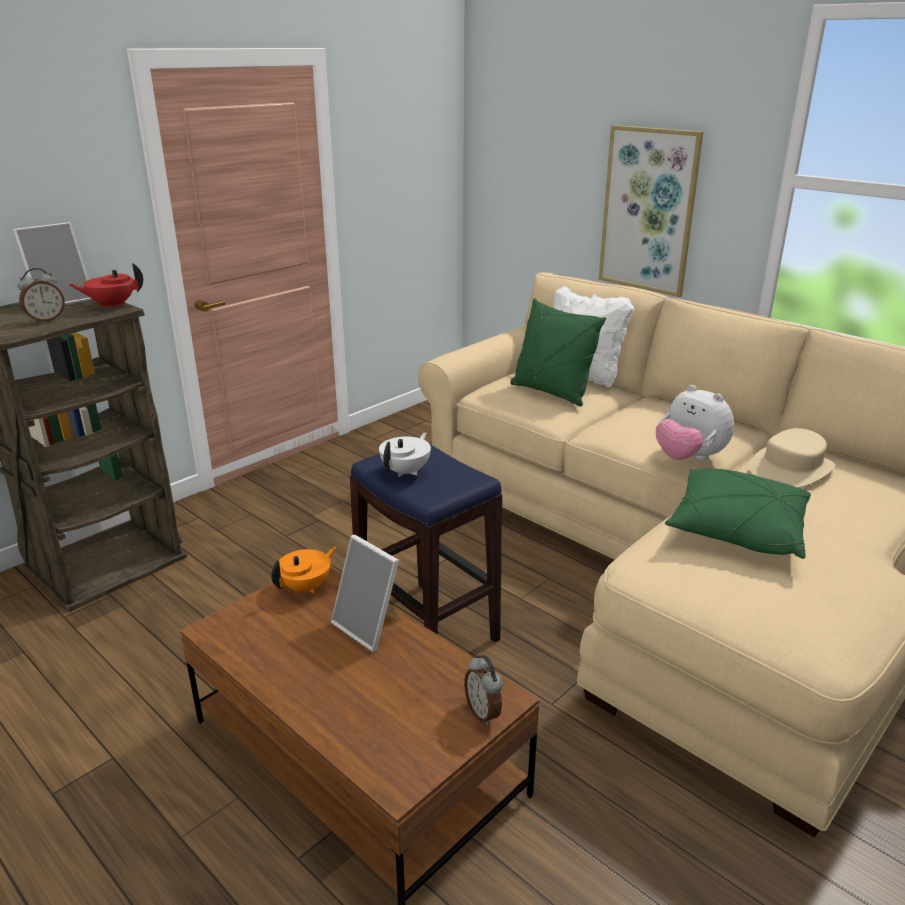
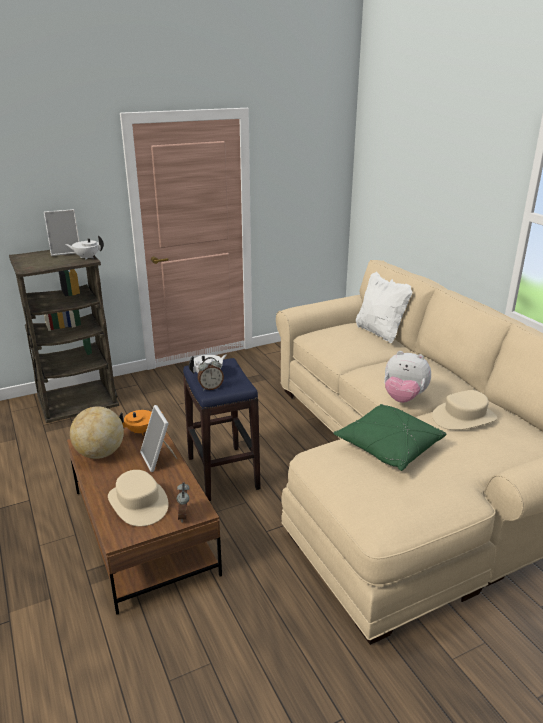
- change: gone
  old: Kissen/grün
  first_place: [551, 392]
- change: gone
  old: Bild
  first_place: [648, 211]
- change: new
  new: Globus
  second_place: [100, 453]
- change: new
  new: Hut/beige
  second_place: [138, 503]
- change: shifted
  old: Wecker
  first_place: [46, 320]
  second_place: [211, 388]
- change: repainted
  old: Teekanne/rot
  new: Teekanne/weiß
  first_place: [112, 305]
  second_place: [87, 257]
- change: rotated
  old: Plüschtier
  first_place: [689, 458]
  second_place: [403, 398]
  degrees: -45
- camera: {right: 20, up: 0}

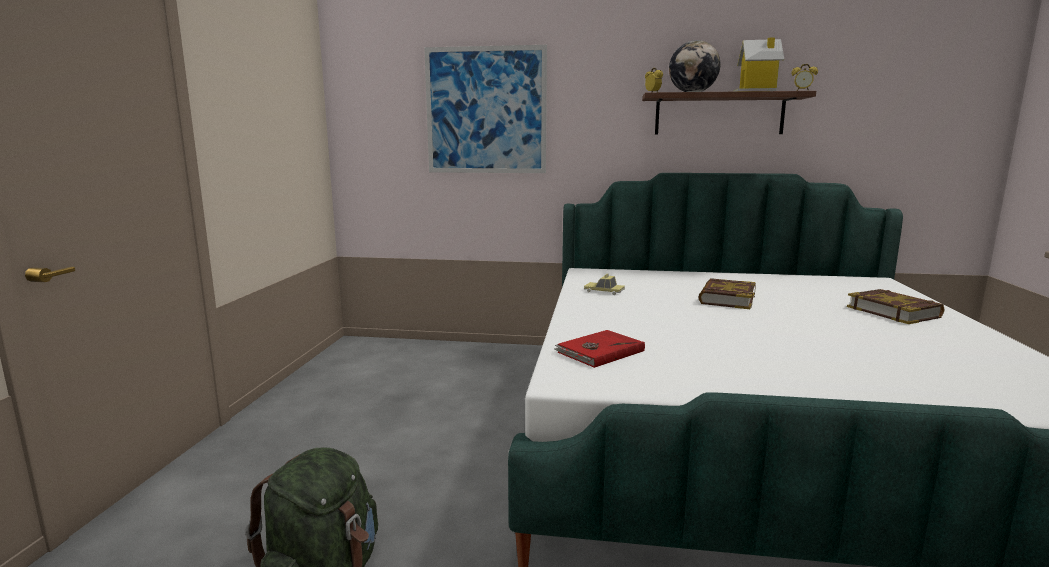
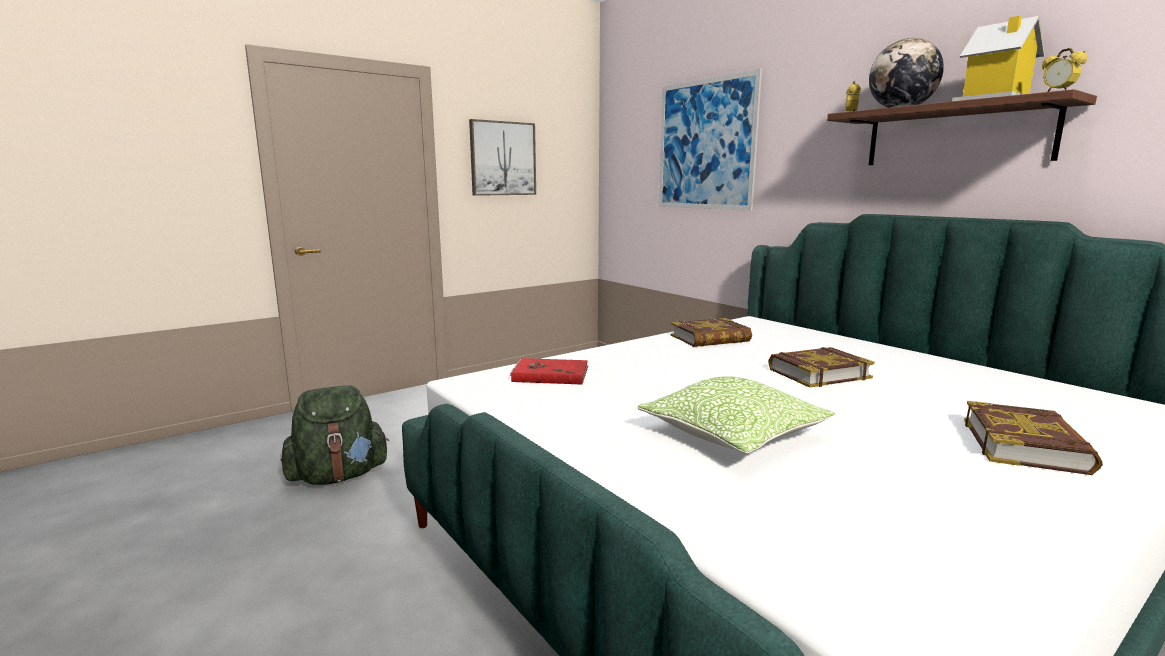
- change: new
  new: Bild
  second_place: [503, 158]
- change: new
  new: Kissen
  second_place: [733, 434]
- change: swapped
  old: Spielzeugauto
  new: Buch
  first_place: [604, 291]
  second_place: [710, 339]
- camera: {right: 45, up: 0}

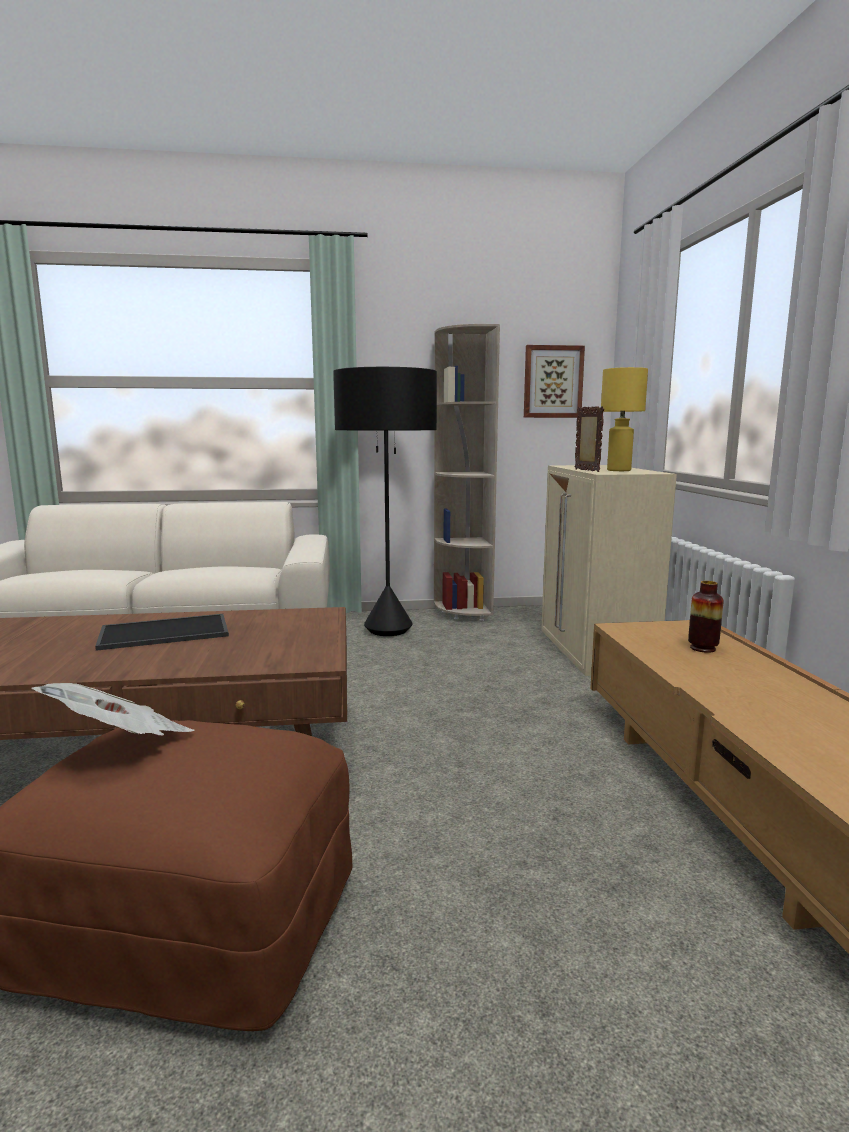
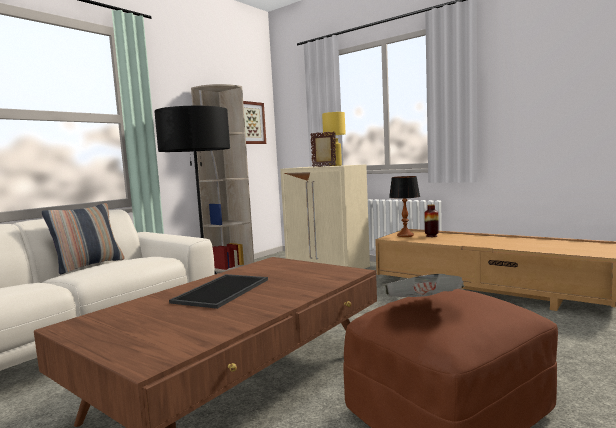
- change: new
  new: Kissen
  second_place: [89, 265]
- change: new
  new: Tischlampe
  second_place: [405, 235]
- camera: {right: -45, up: -5}

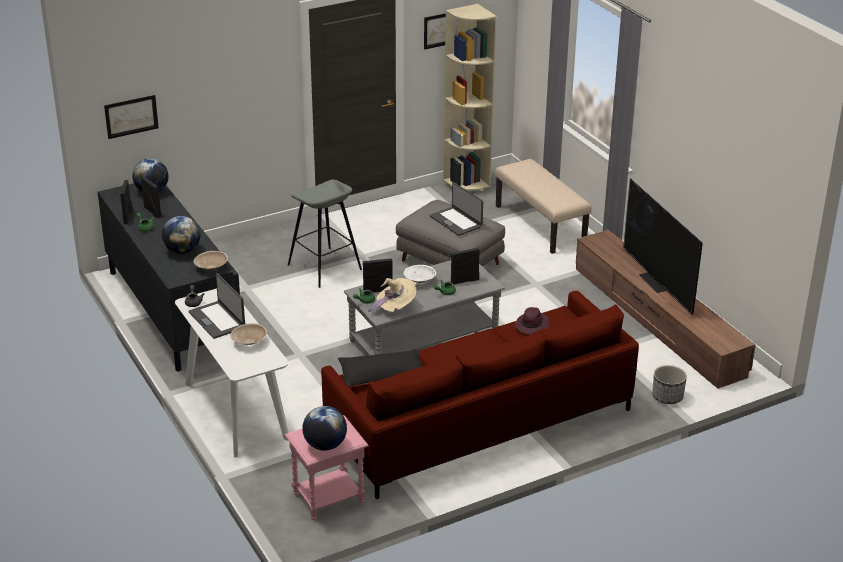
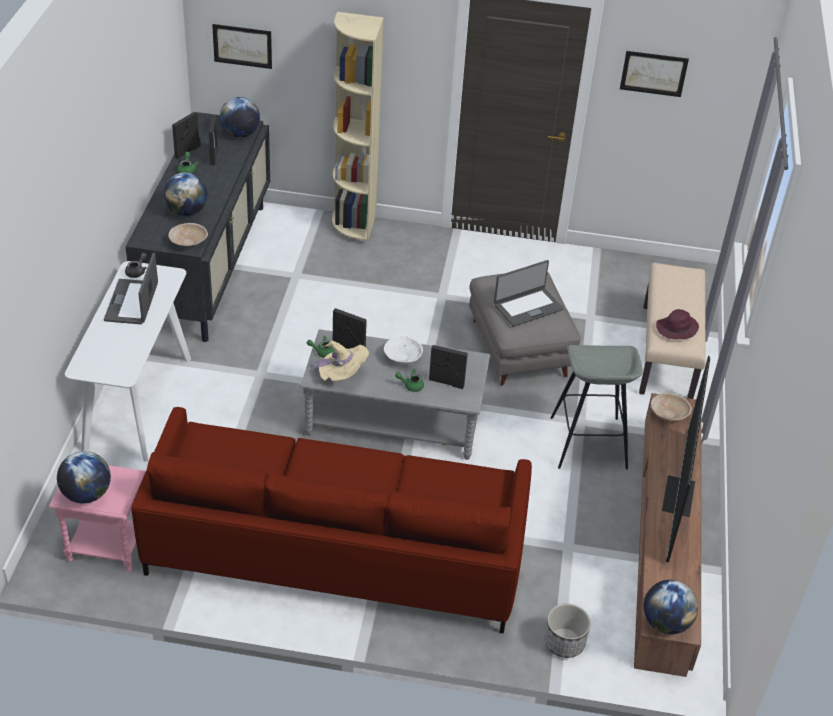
- change: gone
  old: Kissen/schwarz
  first_place: [382, 376]
- change: new
  new: Globus
  second_place: [665, 623]
- change: shifted
  old: Schüssel/beige
  first_place: [248, 342]
  second_place: [668, 414]
- change: shifted
  old: Hocker/grau
  first_place: [324, 267]
  second_place: [588, 443]
- change: shifted
  old: Bücherregal/beige
  first_place: [467, 187]
  second_place: [353, 229]
- change: shifted
  old: Hut/lila
  first_place: [532, 326]
  second_place: [676, 329]
- change: rotated
  old: Laptop
  first_place: [456, 221]
  second_place: [527, 307]
  degrees: -120
- camera: {right: 35, up: 10}

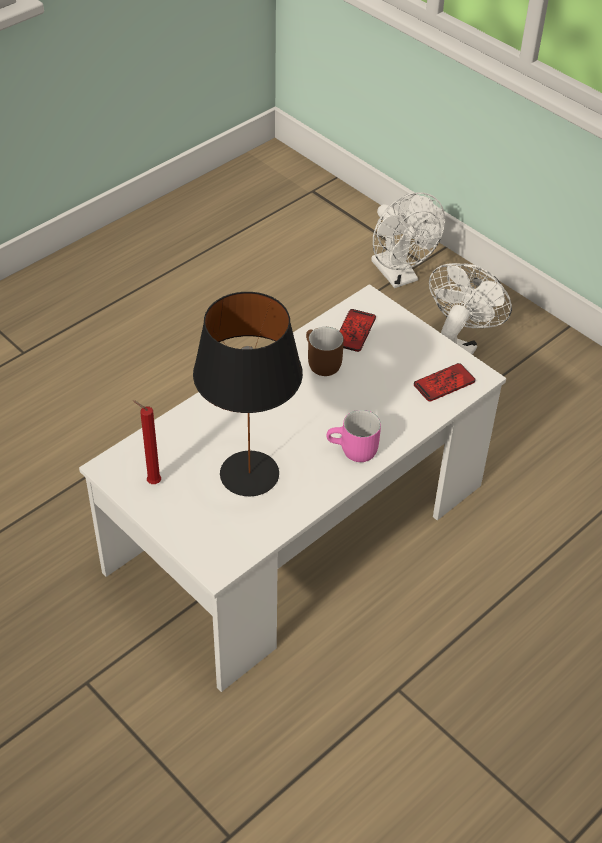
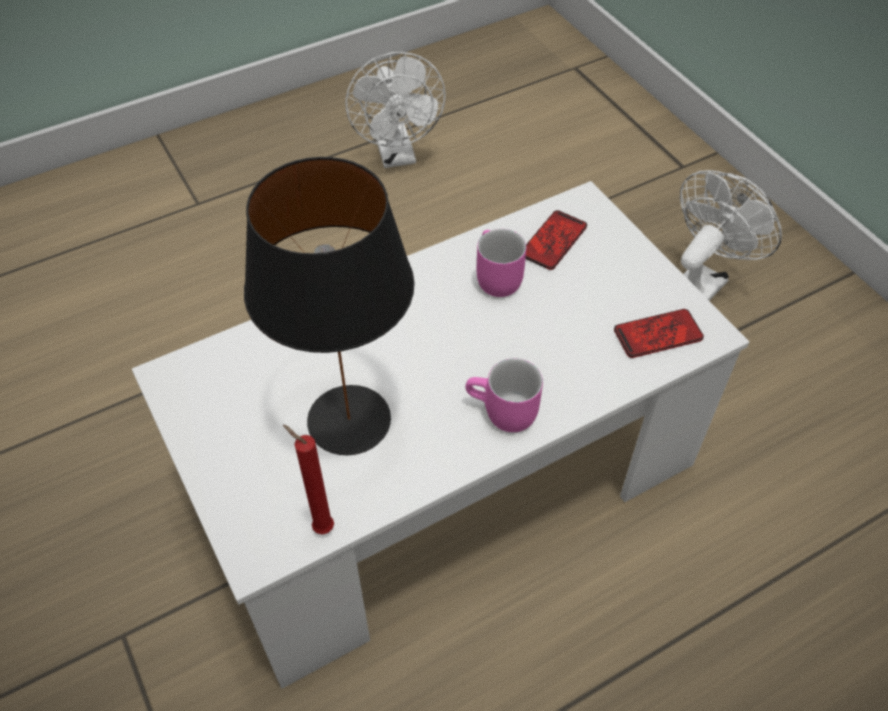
- change: shifted
  old: Kerze/rot
  first_place: [152, 482]
  second_place: [320, 527]
- change: shifted
  old: Ventilator/weiß
  first_place: [399, 276]
  second_place: [397, 155]
- change: repainted
  old: Henkelbecher/braun
  new: Henkelbecher/rosa
  first_place: [319, 363]
  second_place: [493, 277]
- camera: {right: 15, up: 5}

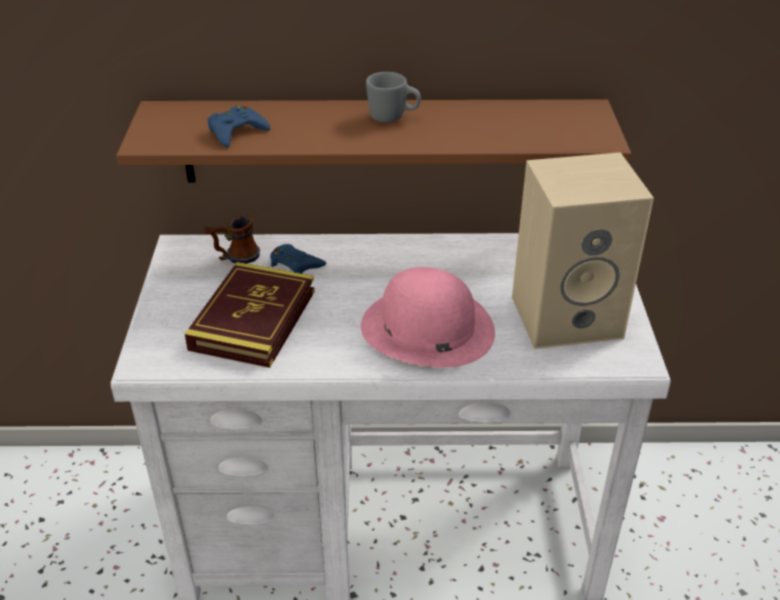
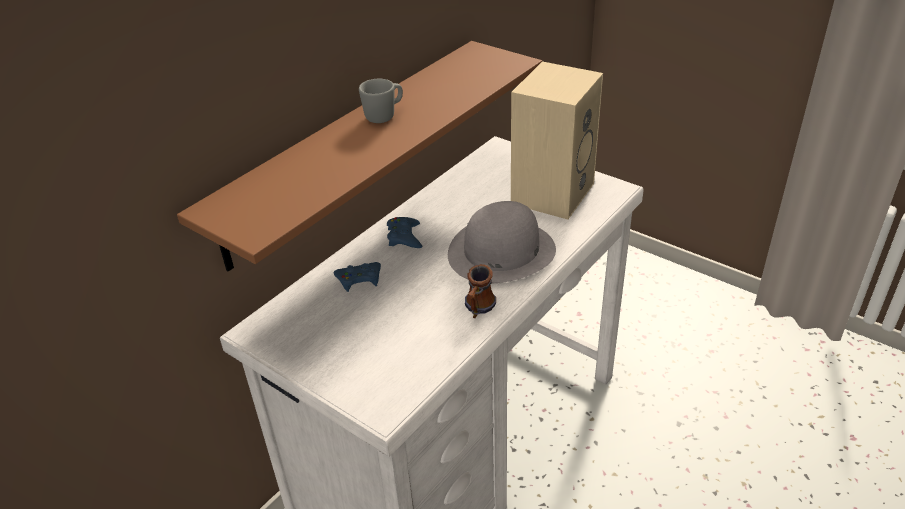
- change: gone
  old: Buch
  first_place: [253, 320]
- change: shifted
  old: Henkelbecher
  first_place: [234, 257]
  second_place: [478, 309]
- change: shifted
  old: Gamepad/blau
  first_place: [236, 132]
  second_place: [404, 237]
- change: repainted
  old: Hut/rosa
  new: Hut/grau
  first_place: [426, 328]
  second_place: [501, 252]
- camera: {right: -50, up: 0}

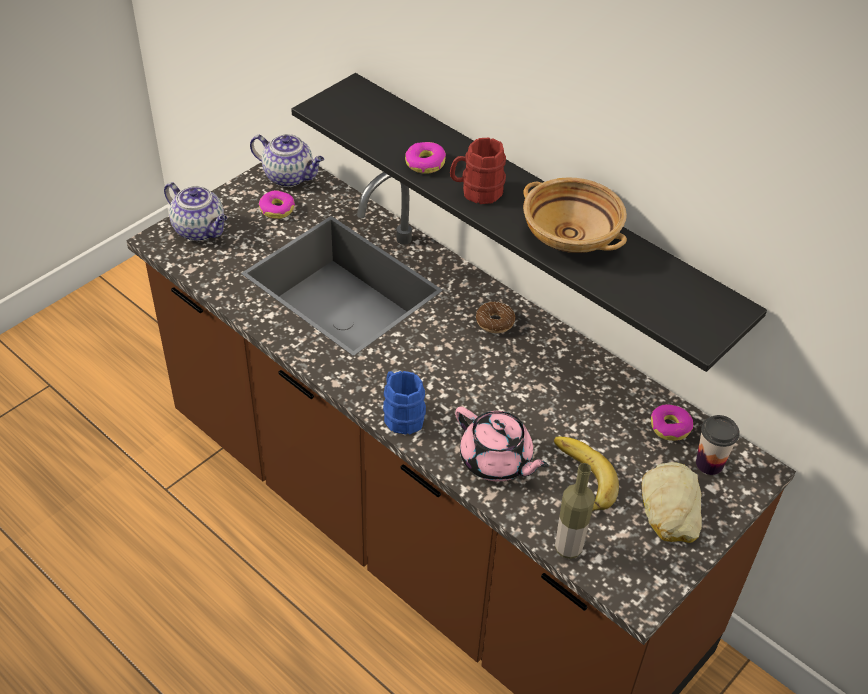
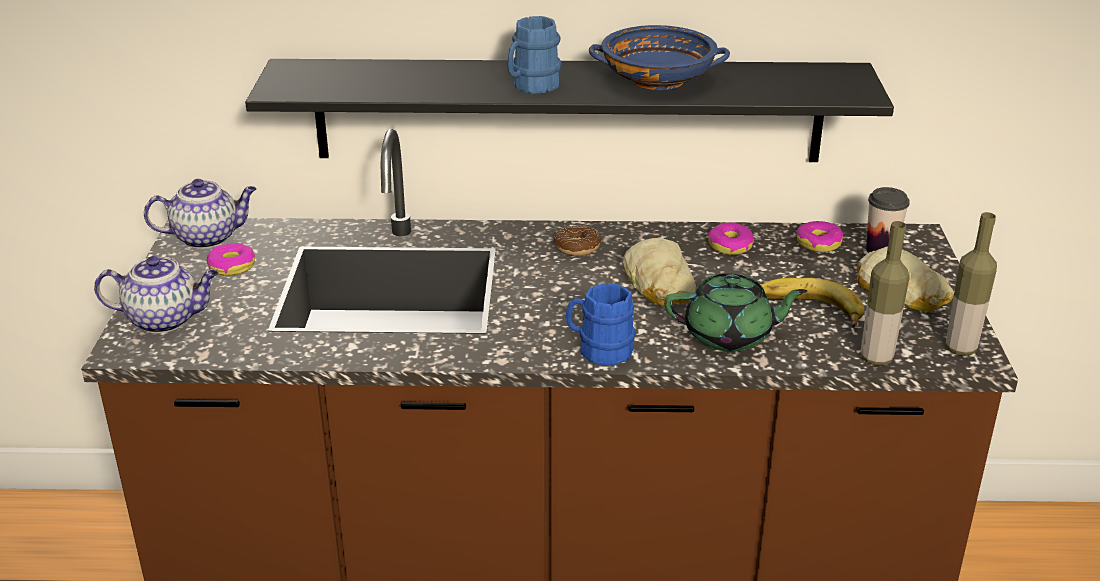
- change: new
  new: Brot
  second_place: [658, 283]
- change: new
  new: Flasche
  second_place: [960, 348]
- change: shifted
  old: Donut
  first_place: [425, 163]
  second_place: [730, 246]
- change: repainted
  old: Henkelbecher/rot
  new: Henkelbecher/blau
  first_place: [476, 191]
  second_place: [531, 86]
- change: repainted
  old: Teekanne/rosa
  new: Teekanne/grün
  first_place: [496, 461]
  second_place: [730, 335]
- change: repainted
  old: Schüssel/beige
  new: Schüssel/blau
  first_place: [572, 235]
  second_place: [658, 80]
- camera: {right: -40, up: -15}

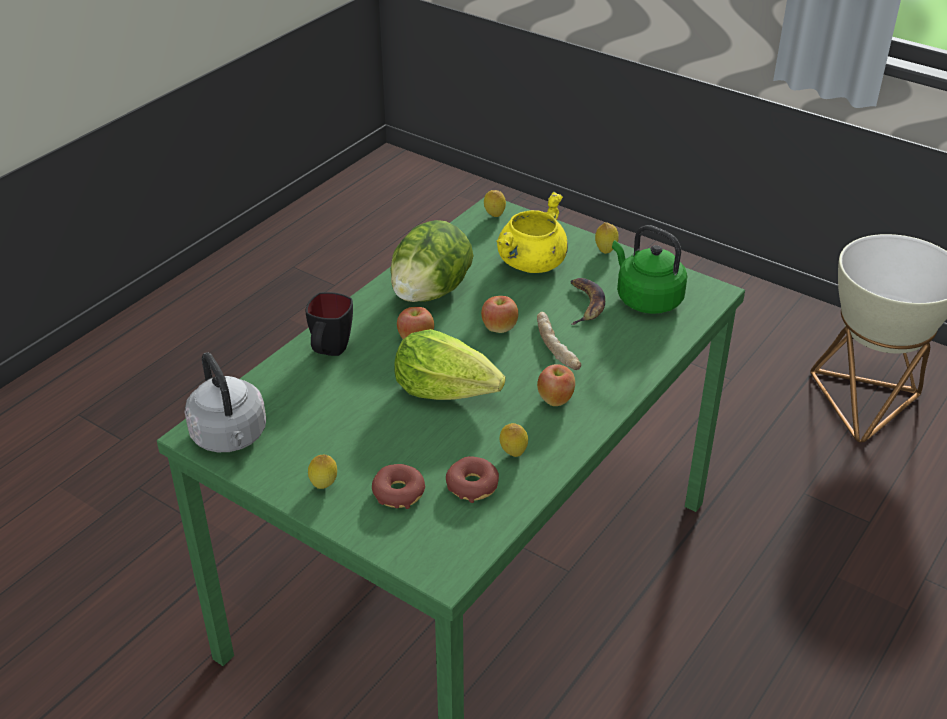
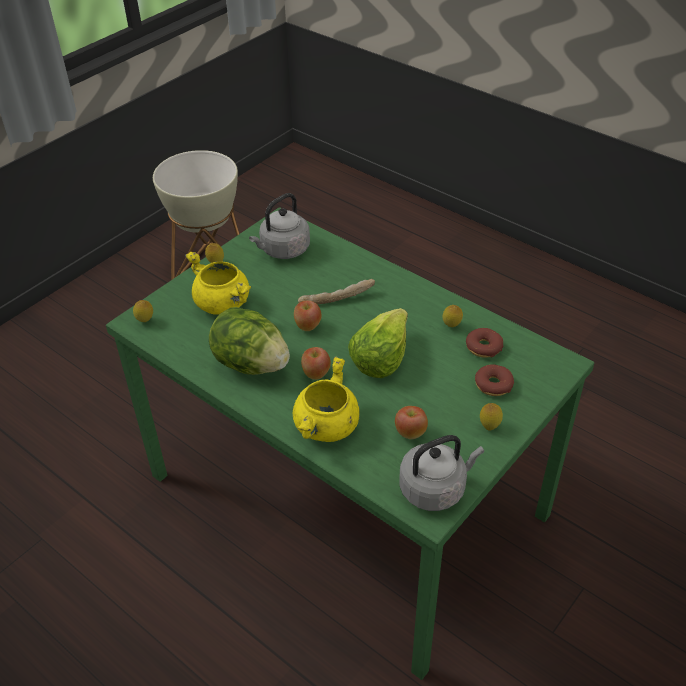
- change: gone
  old: Banane
  first_place: [585, 304]
- change: shifted
  old: Apfel
  first_place: [556, 400]
  second_place: [410, 433]
- change: swapped
  old: Henkelbecher/schwarz
  new: Kochtopf/gelb
  first_place: [329, 353]
  second_place: [327, 427]
- change: repainted
  old: Wasserkessel/grün
  new: Wasserkessel/grau
  first_place: [646, 299]
  second_place: [283, 250]
- camera: {right: -85, up: 5}

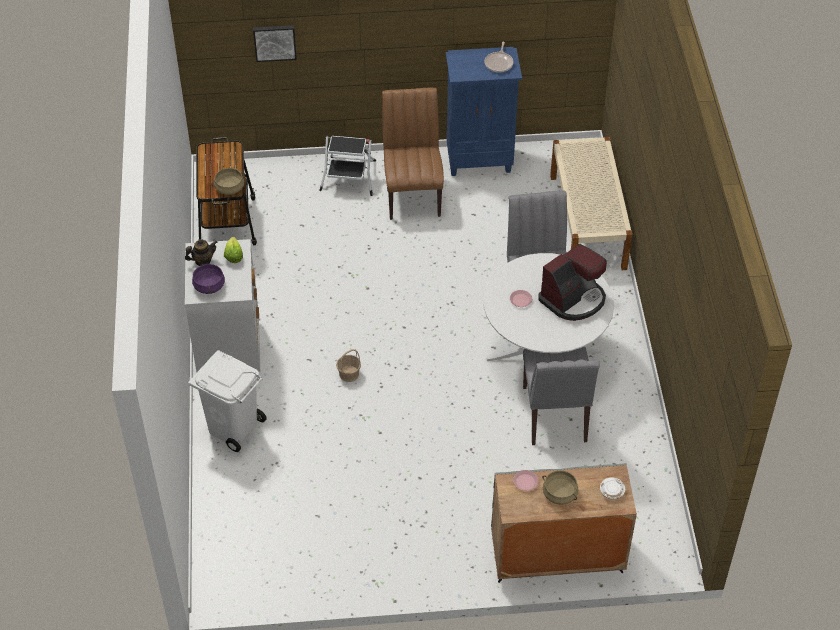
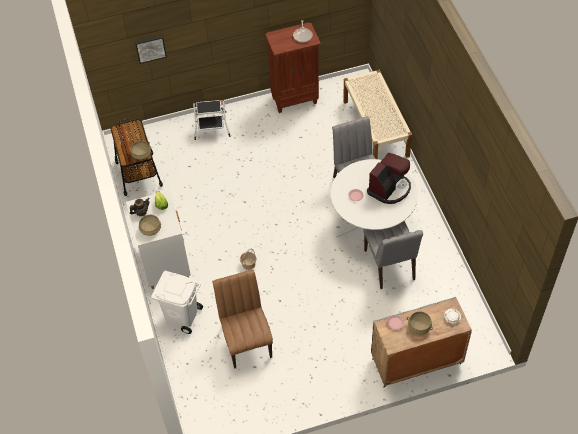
- change: shifted
  old: Stuhl/braun
  first_place: [412, 195]
  second_place: [246, 341]
- change: repainted
  old: Kochtopf/lila
  new: Kochtopf/beige
  first_place: [209, 286]
  second_place: [150, 229]
- change: repainted
  old: Schrank/blau
  new: Schrank/braun
  first_place: [479, 163]
  second_place: [295, 100]
- camera: {right: -10, up: 5}

